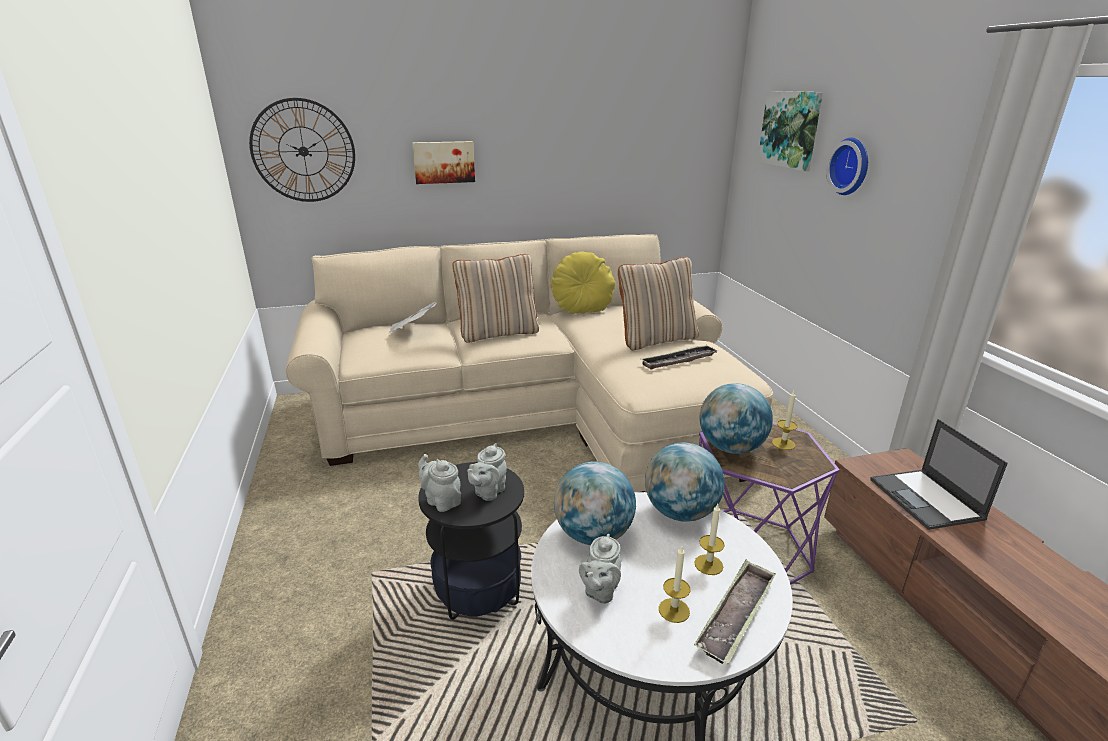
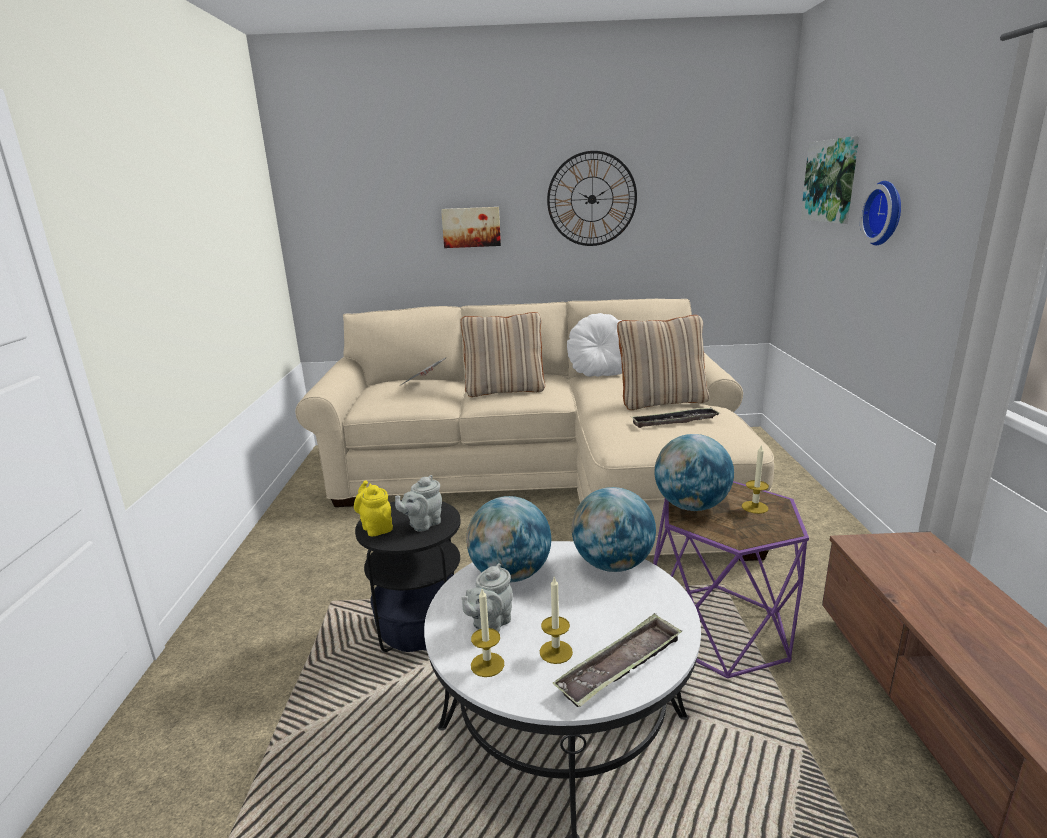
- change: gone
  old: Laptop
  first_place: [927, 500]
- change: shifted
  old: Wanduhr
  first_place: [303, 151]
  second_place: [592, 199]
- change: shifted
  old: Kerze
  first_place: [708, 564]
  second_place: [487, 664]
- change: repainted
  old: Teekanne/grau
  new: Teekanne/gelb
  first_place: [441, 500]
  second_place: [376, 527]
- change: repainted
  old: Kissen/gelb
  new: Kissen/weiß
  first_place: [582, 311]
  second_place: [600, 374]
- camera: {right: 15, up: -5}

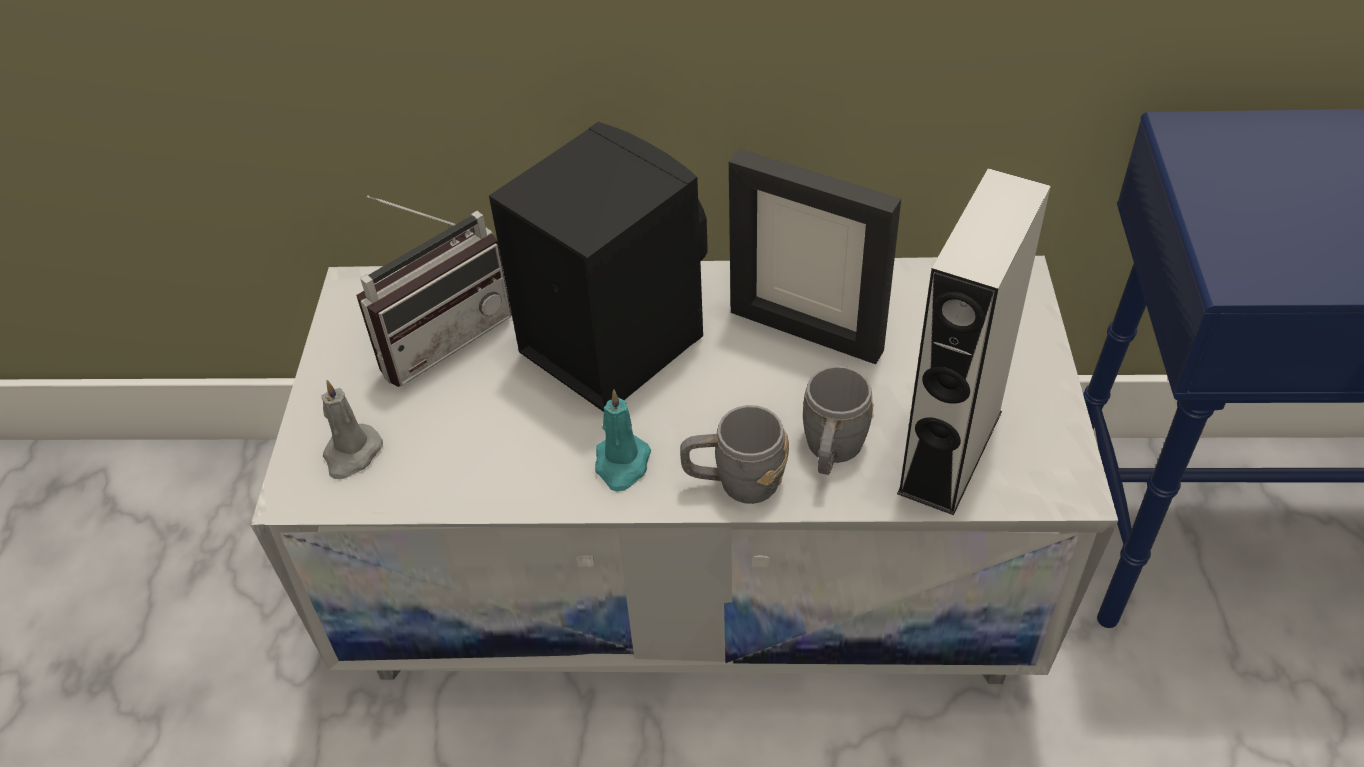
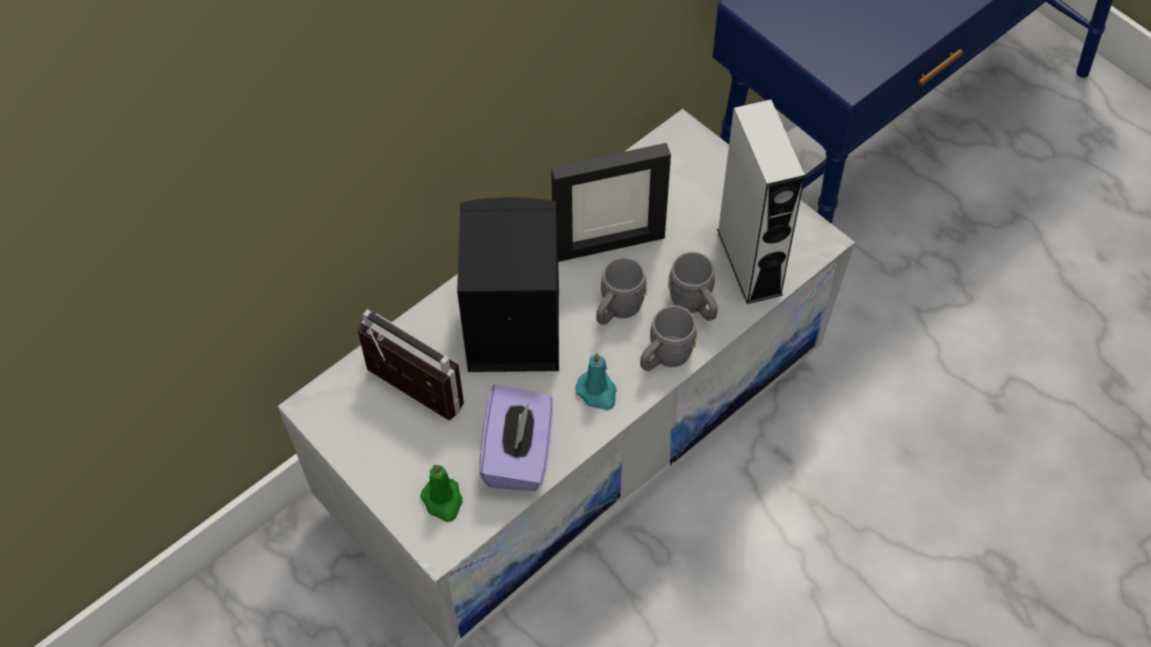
- change: new
  new: Taschentuchbox/lila
  second_place: [518, 455]
- change: new
  new: Henkelbecher/grau
  second_place: [617, 310]
- change: repainted
  old: Kerze/grau
  new: Kerze/grün
  first_place: [351, 454]
  second_place: [443, 501]
- change: rotated
  old: Radio
  first_place: [439, 335]
  second_place: [406, 396]
  degrees: -60
- camera: {right: -45, up: 10}

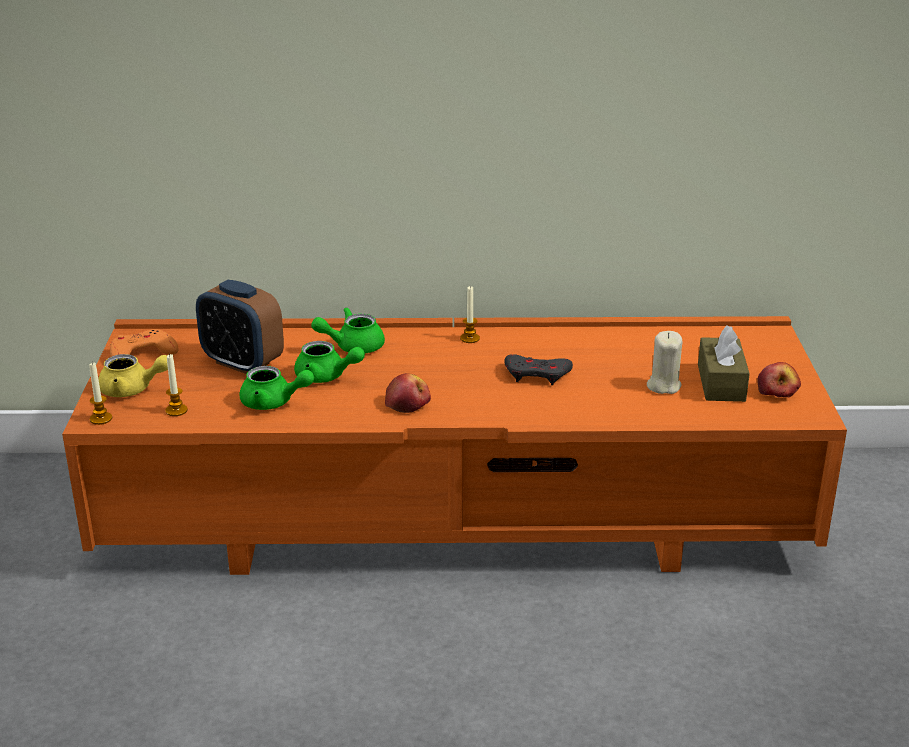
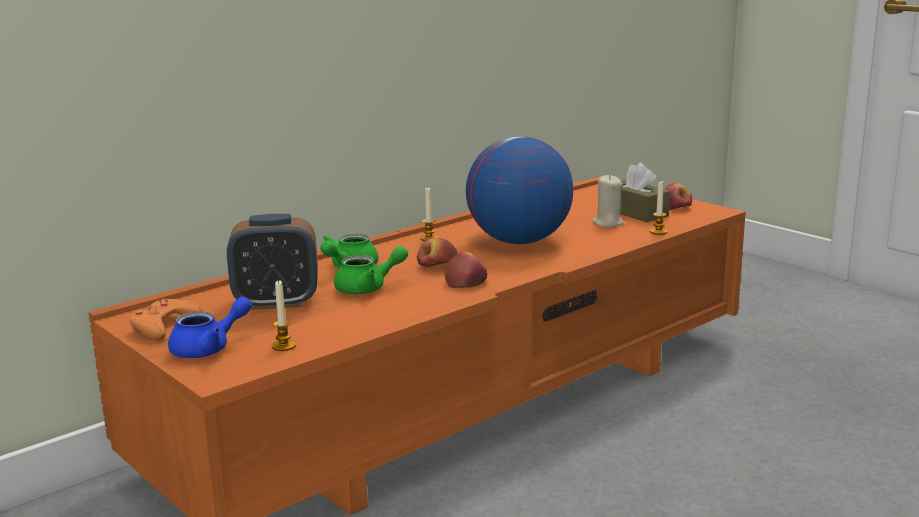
- change: gone
  old: Teekanne/grün
  first_place: [273, 403]
- change: new
  new: Apfel
  second_place: [437, 266]
- change: shifted
  old: Kerze
  first_place: [101, 419]
  second_place: [658, 232]
- change: swapped
  old: Gamepad/grau
  new: Globus
  first_place: [537, 374]
  second_place: [518, 241]
- change: repainted
  old: Teekanne/gelb
  new: Teekanne/blau
  first_place: [132, 390]
  second_place: [209, 348]
- camera: {right: -40, up: -10}

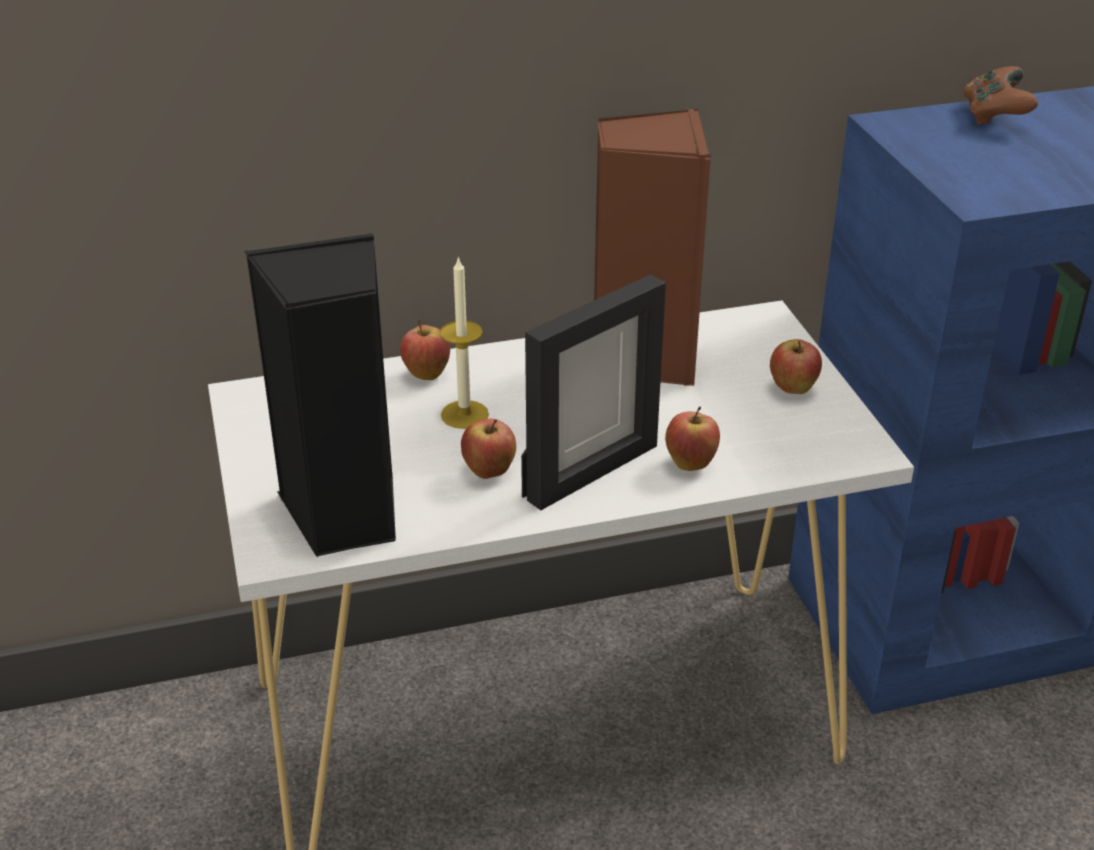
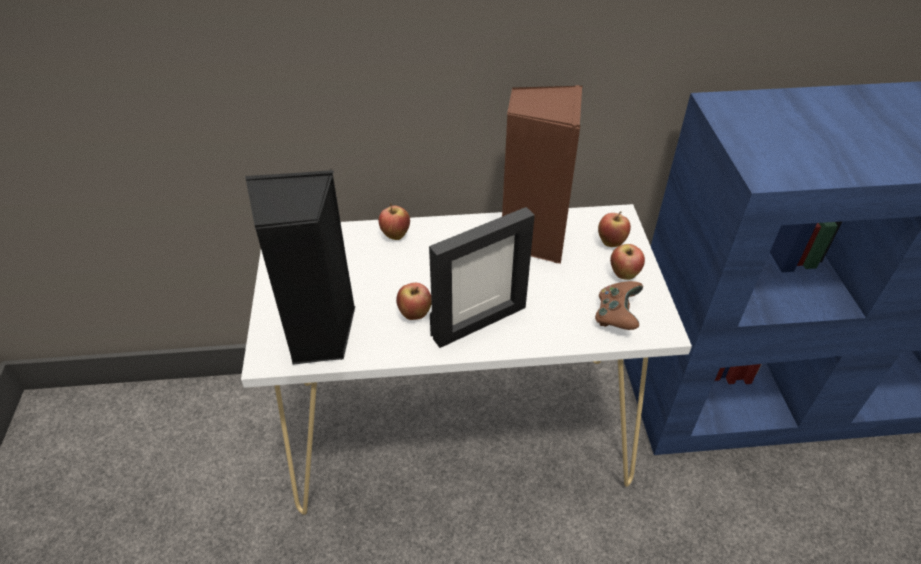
- change: gone
  old: Kerze
  first_place: [464, 414]
- change: shifted
  old: Apfel
  first_place: [690, 464]
  second_place: [611, 242]
- change: shifted
  old: Gamepad/braun
  first_place: [994, 115]
  second_place: [616, 316]
- camera: {right: 10, up: 10}

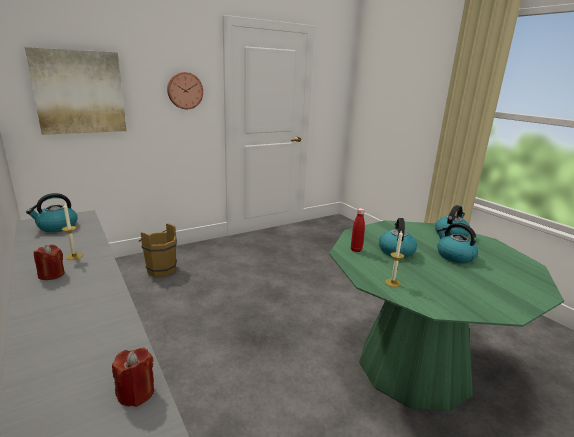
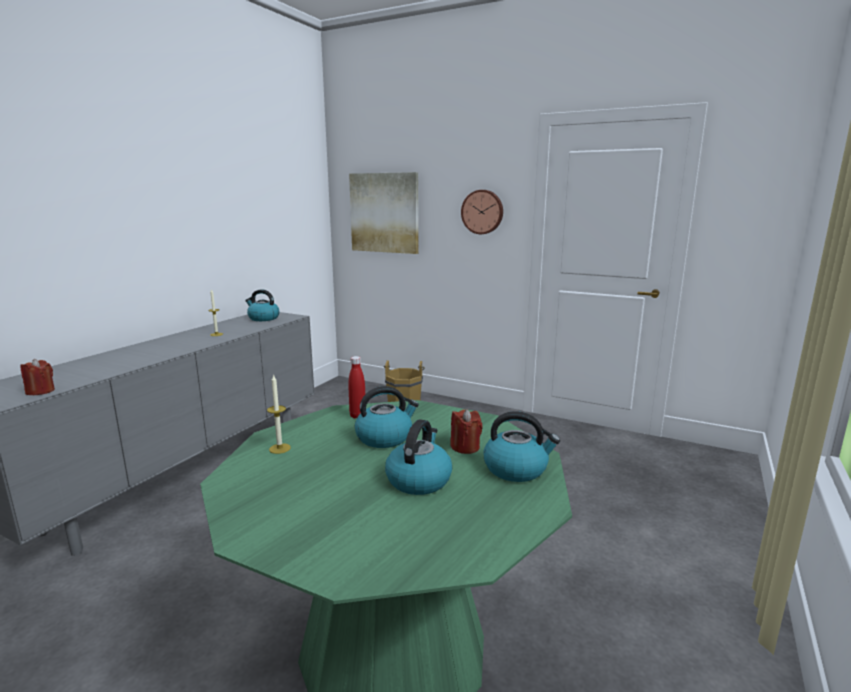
- change: shifted
  old: Kerze/rot
  first_place: [52, 274]
  second_place: [465, 447]
- camera: {right: 60, up: -5}

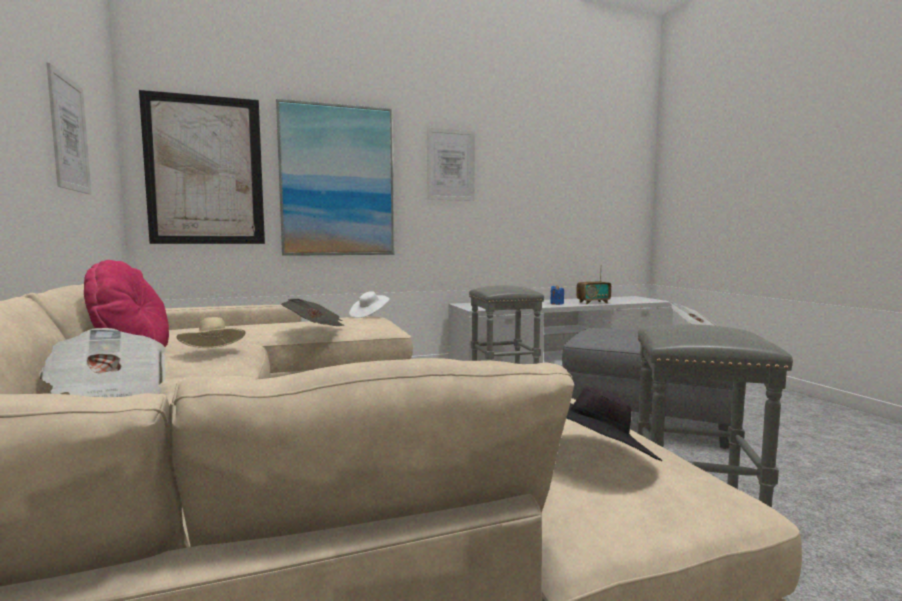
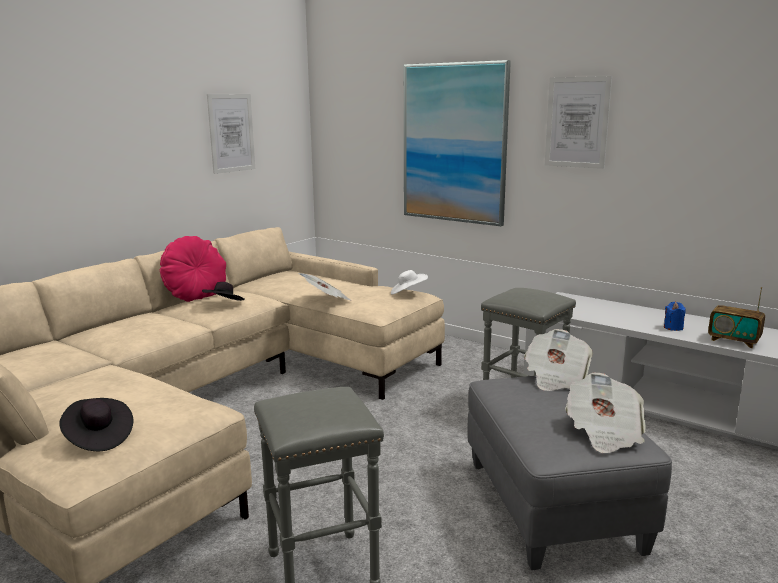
- change: gone
  old: Bild
  first_place: [205, 170]
- change: shifted
  old: Zeitung
  first_place: [109, 397]
  second_place: [556, 377]
- change: repainted
  old: Hut/beige
  new: Hut/schwarz
  first_place: [213, 353]
  second_place: [224, 305]
- camera: {right: 55, up: 10}

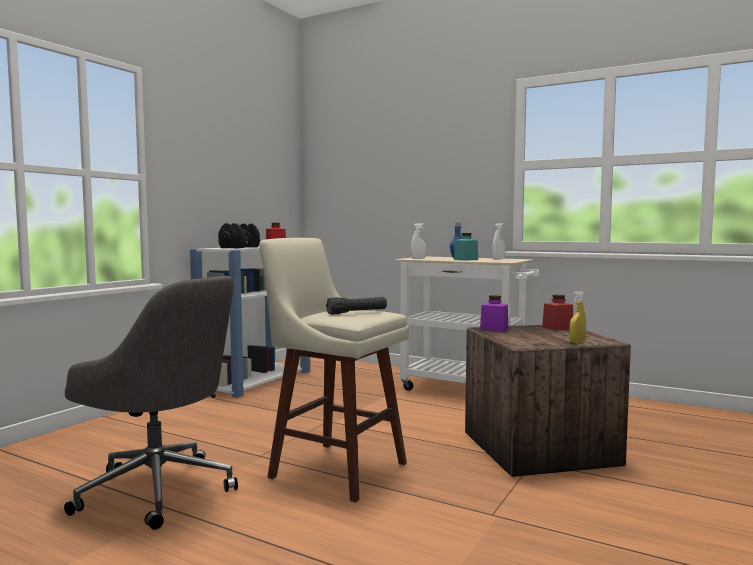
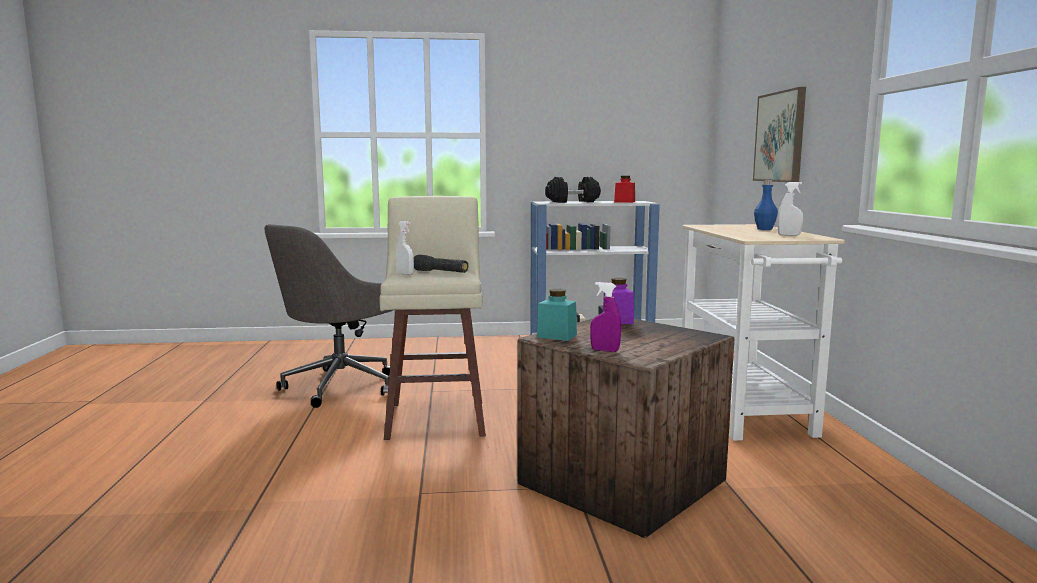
- change: gone
  old: Vorratsglas/rot
  first_place: [557, 328]
- change: new
  new: Bild
  second_place: [780, 137]
- change: shifted
  old: Sprühflasche/weiß
  first_place: [418, 258]
  second_place: [405, 274]
- change: shifted
  old: Vorratsglas/türkis
  first_place: [466, 259]
  second_place: [557, 336]
- change: repainted
  old: Sprühflasche/gelb
  new: Sprühflasche/lila
  first_place: [577, 342]
  second_place: [605, 350]
- change: rotated
  old: Bürostuhl/grau
  first_place: [158, 491]
  second_place: [340, 387]
  degrees: 45
- camera: {right: 55, up: 5}

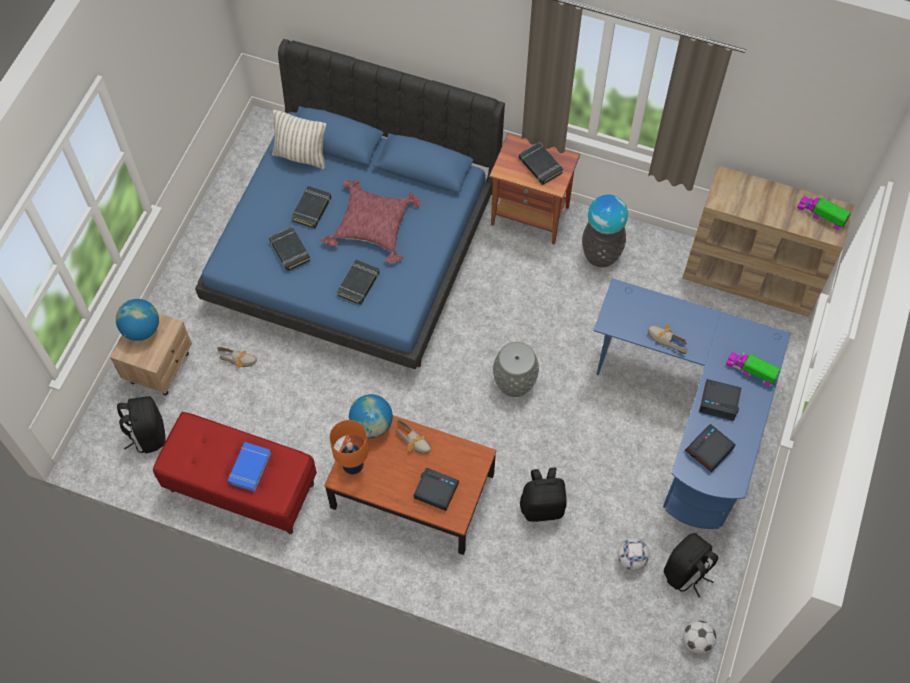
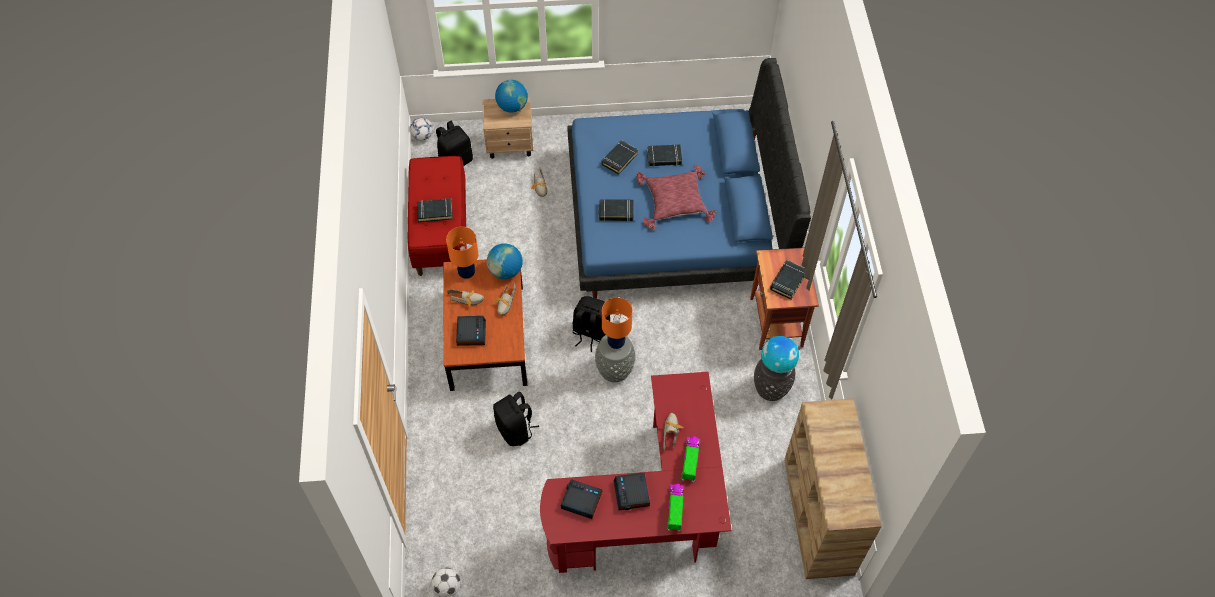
- change: gone
  old: Kissen
  first_place: [301, 156]
- change: new
  new: Schuh
  second_place: [468, 299]
- change: new
  new: Tischlampe/orange
  second_place: [616, 343]
- change: shifted
  old: Fußball
  first_place: [631, 559]
  second_place: [423, 136]
- change: shifted
  old: Rucksack/schwarz
  first_place: [686, 572]
  second_place: [590, 333]
- change: shifted
  old: Spielzeuglaster
  first_place: [821, 215]
  second_place: [690, 460]
- change: repainted
  old: Buch/blau
  new: Buch/schwarz
  first_place: [249, 468]
  second_place: [435, 212]
- change: repainted
  old: Schreibtisch/blau
  new: Schreibtisch/rot
  first_place: [689, 418]
  second_place: [649, 512]
- camera: {right: 65, up: -5}

